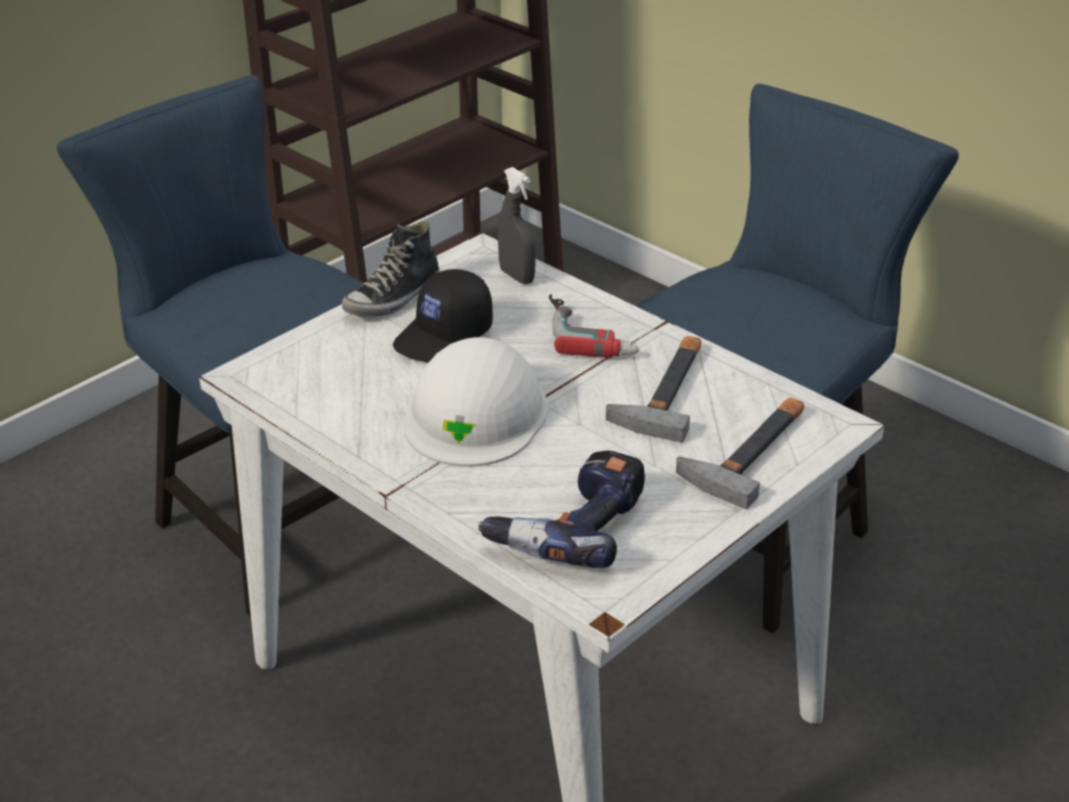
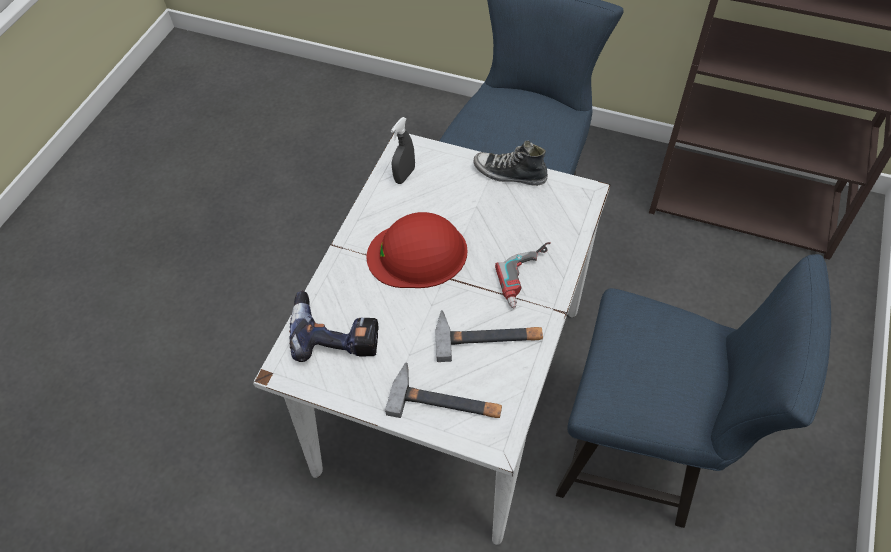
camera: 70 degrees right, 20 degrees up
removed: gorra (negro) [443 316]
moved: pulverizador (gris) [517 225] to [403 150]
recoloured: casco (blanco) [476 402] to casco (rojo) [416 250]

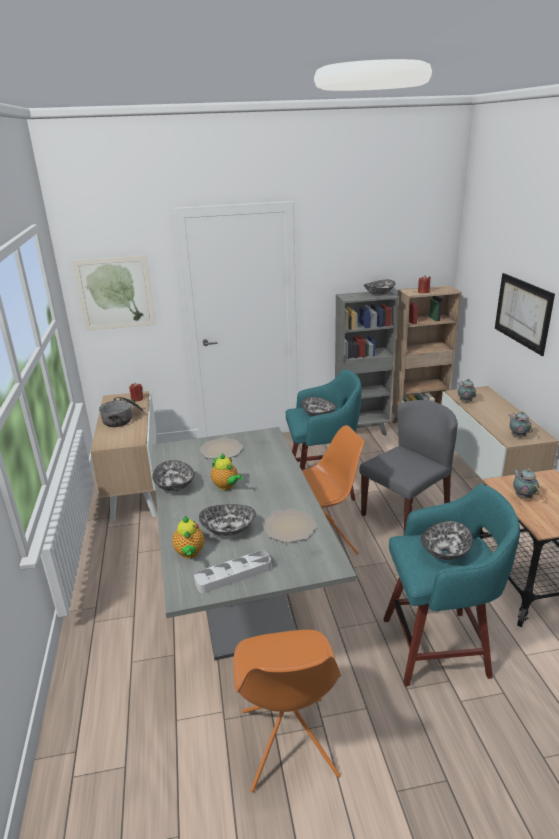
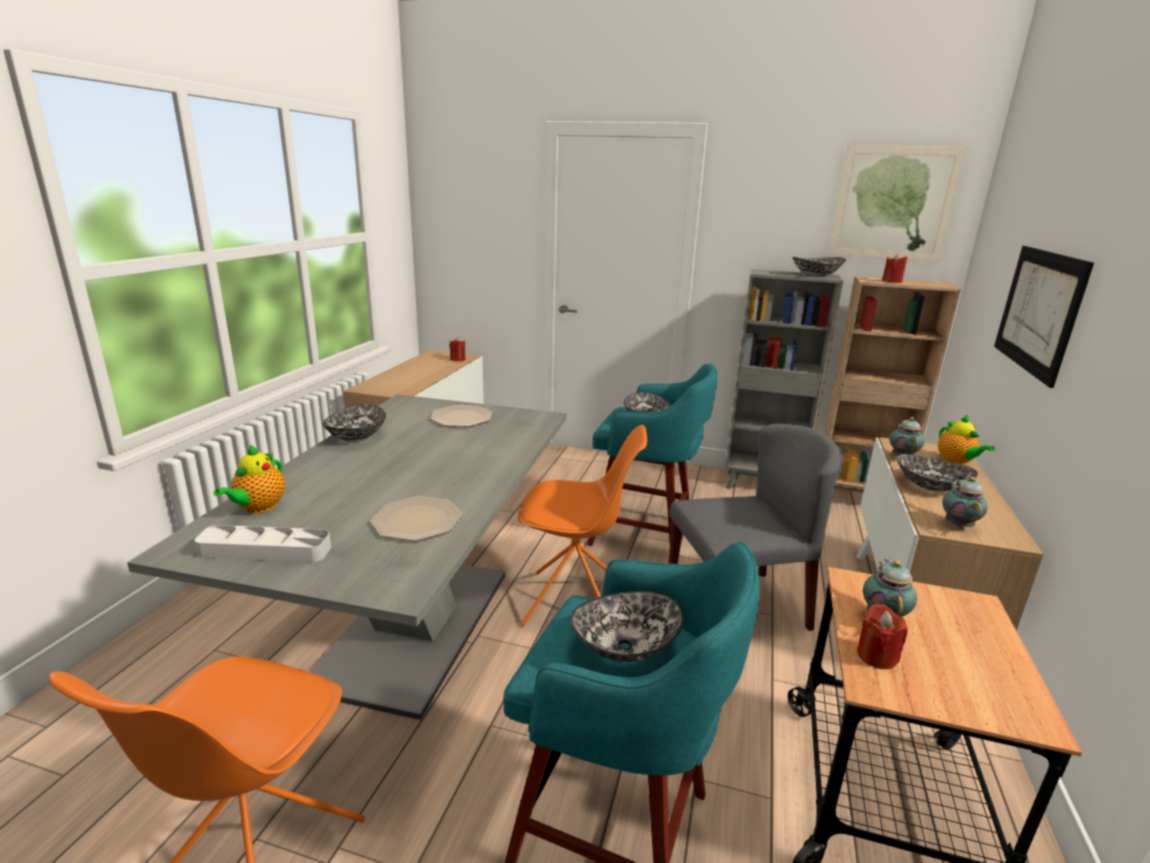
camera: 25 degrees right, 5 degrees down
removed: olla [121 412]
added: vela (rojo) [882 636]
moved: cuadro [114 293] to [897 203]; cuenco [227 520] to [937 473]; tetera [227 471] to [966 440]

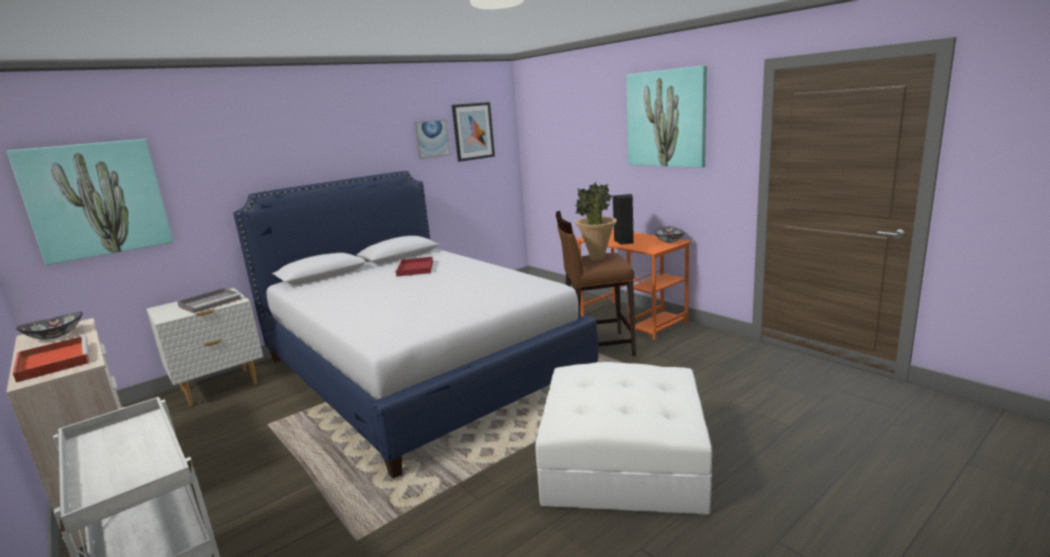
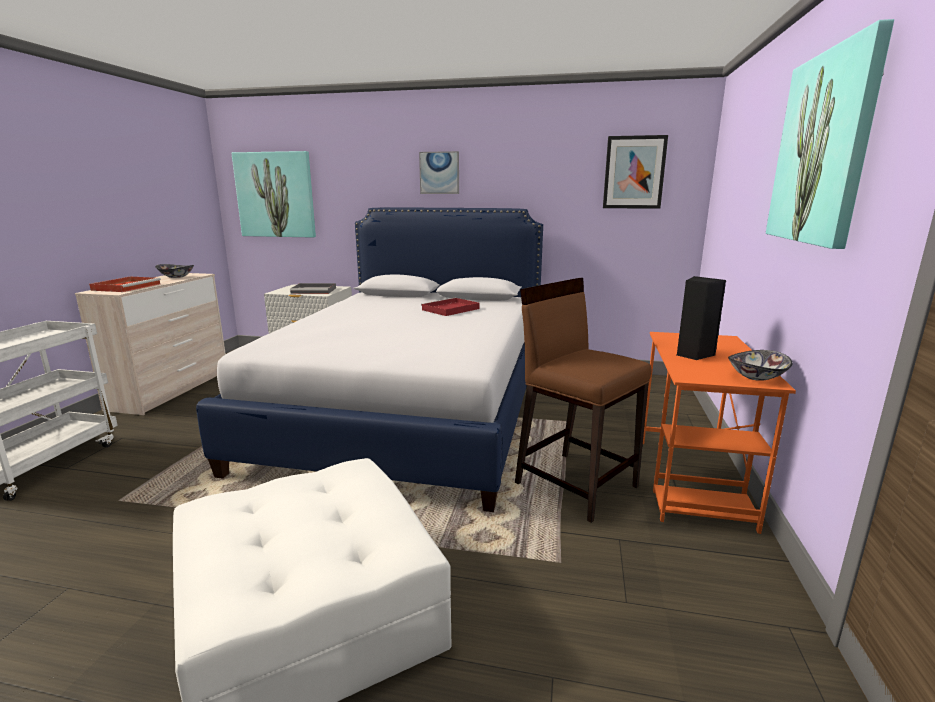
camera: 50 degrees right, 0 degrees up
removed: planta en maceta [596 221]
moved: cuadro [432 139] to [439 172]

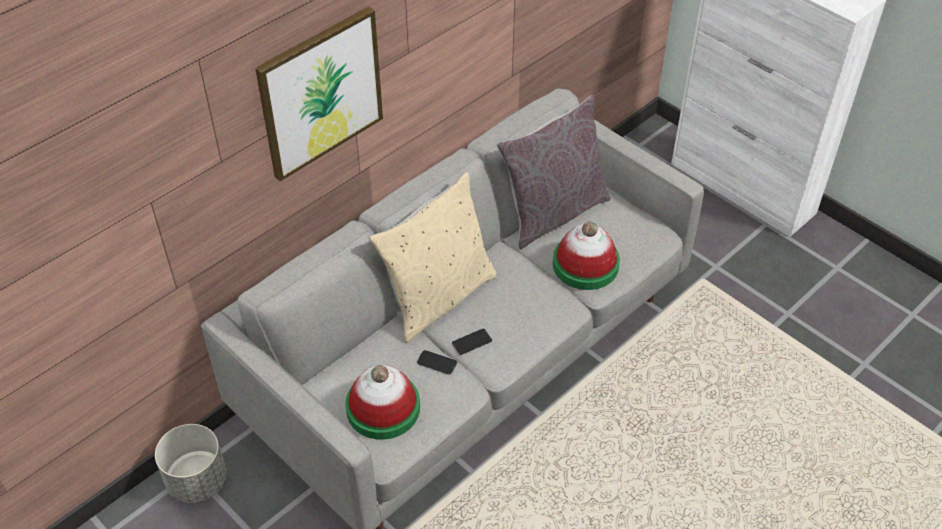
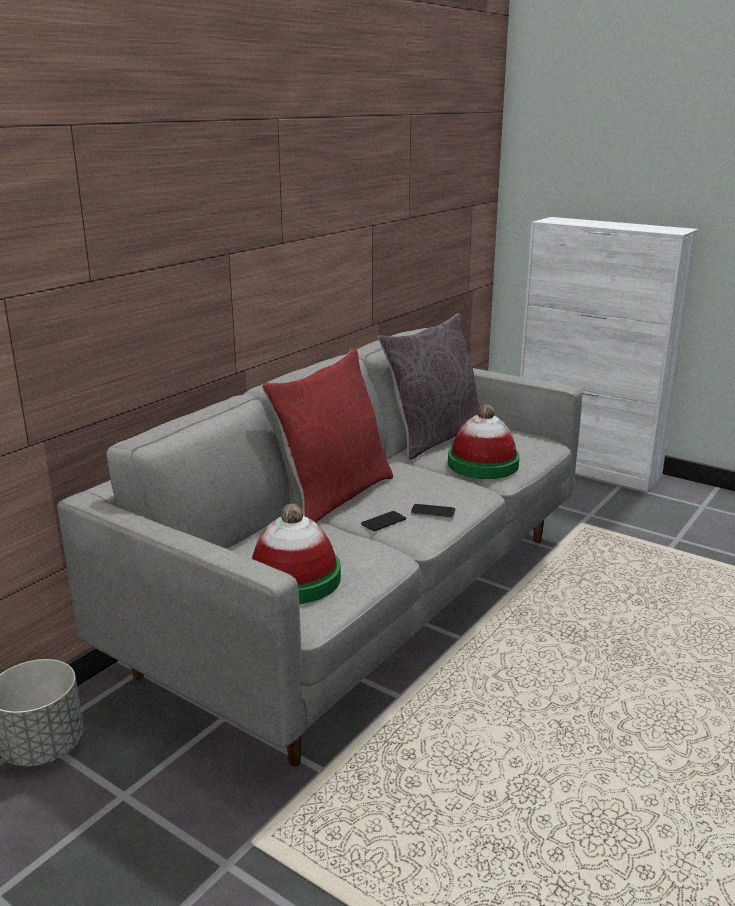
camera: 10 degrees left, 25 degrees down
removed: cuadro [319 93]
moved: móvil [437 362] to [433 511]
recoloured: cojín (beis) [433 257] to cojín (rojo) [327 435]

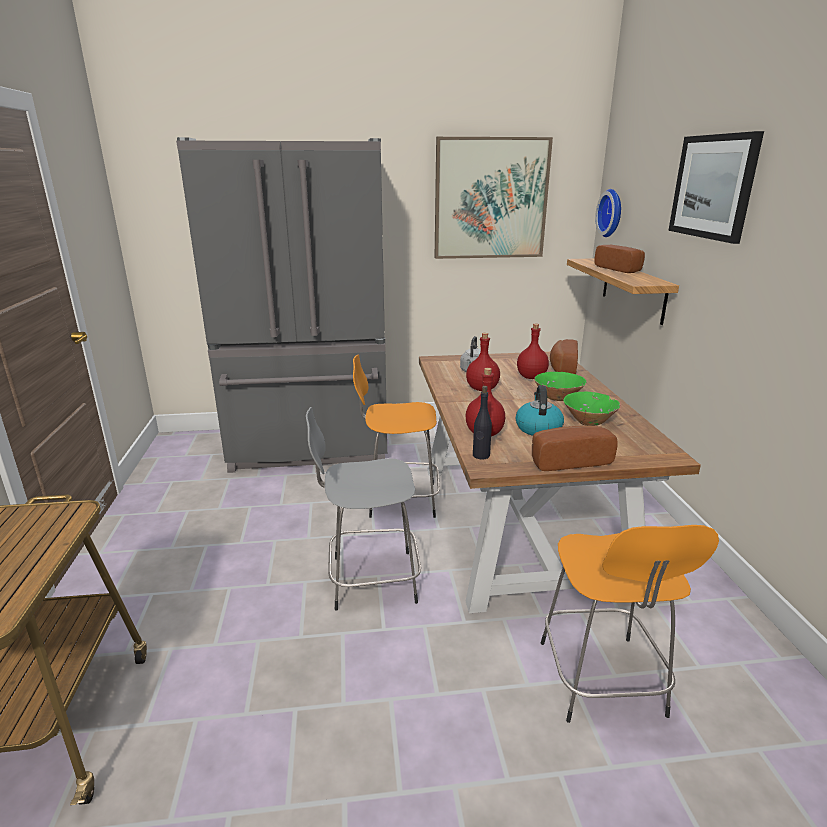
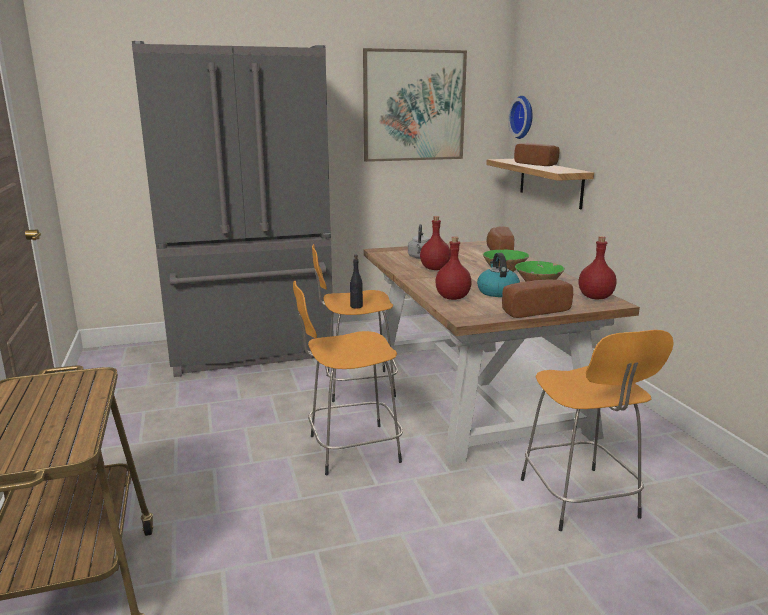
camera: 10 degrees left, 5 degrees down
removed: cuadro [716 187]
moved: botella (negro) [482 423] to [356 282]; botella (rojo) [533 351] to [597 267]
recoloured: taburete (gris) [363 509] to taburete (naranja) [348 378]

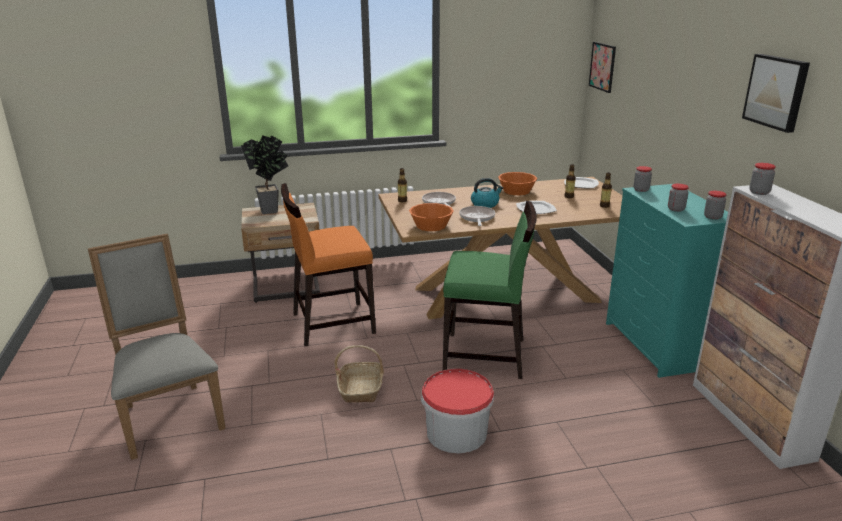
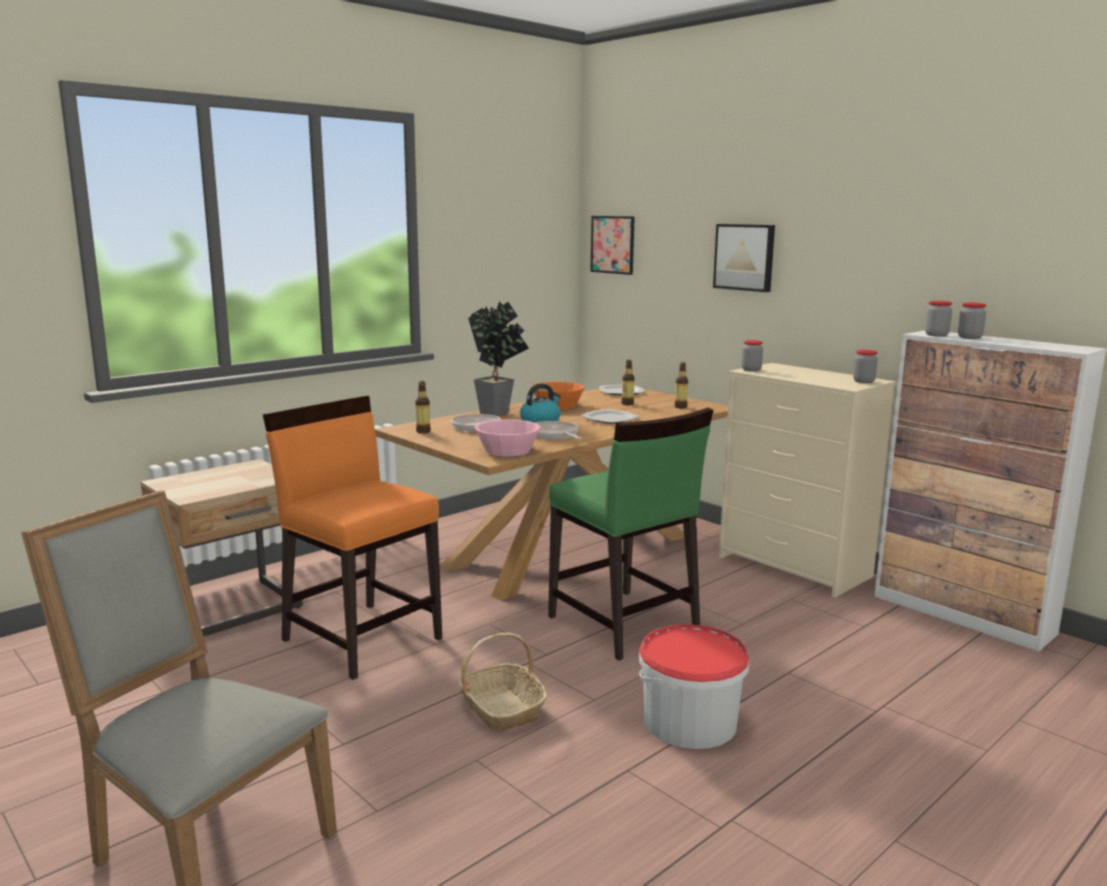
camera: 30 degrees left, 10 degrees down
moved: planta en maceta [264 174] to [498 358]; tarro [678 198] to [972 321]; cuadro [776 93] to [744 258]
recoloured: cuenco (naranja) [431 217] to cuenco (rosa) [508 438]; cómoda (turquesa) [667 281] to cómoda (beis) [807 480]
turned: silla (naranja) [328 264] = [352 538] 90 degrees clockwise; silla (verde) [490 290] = [630 534] 75 degrees clockwise

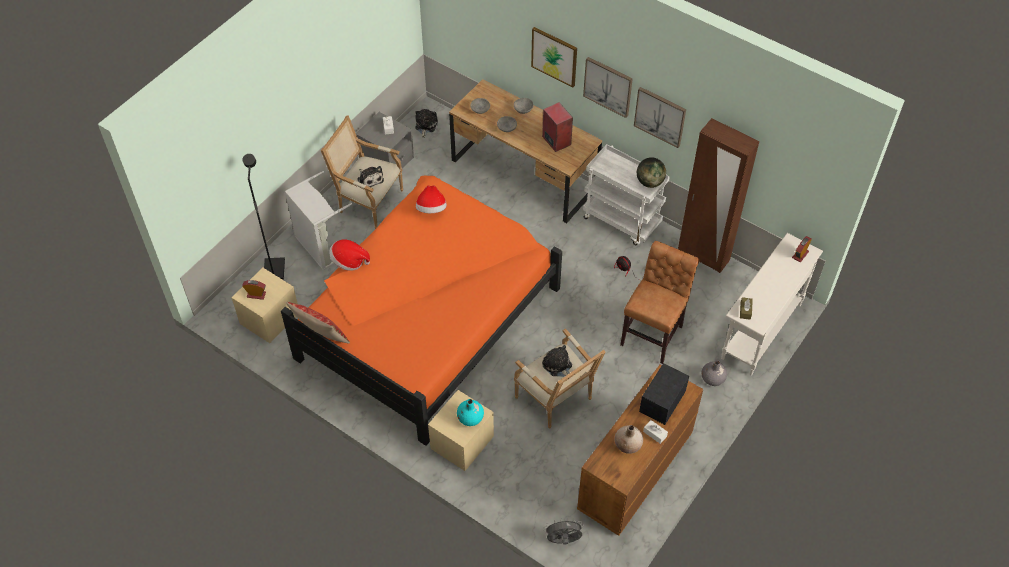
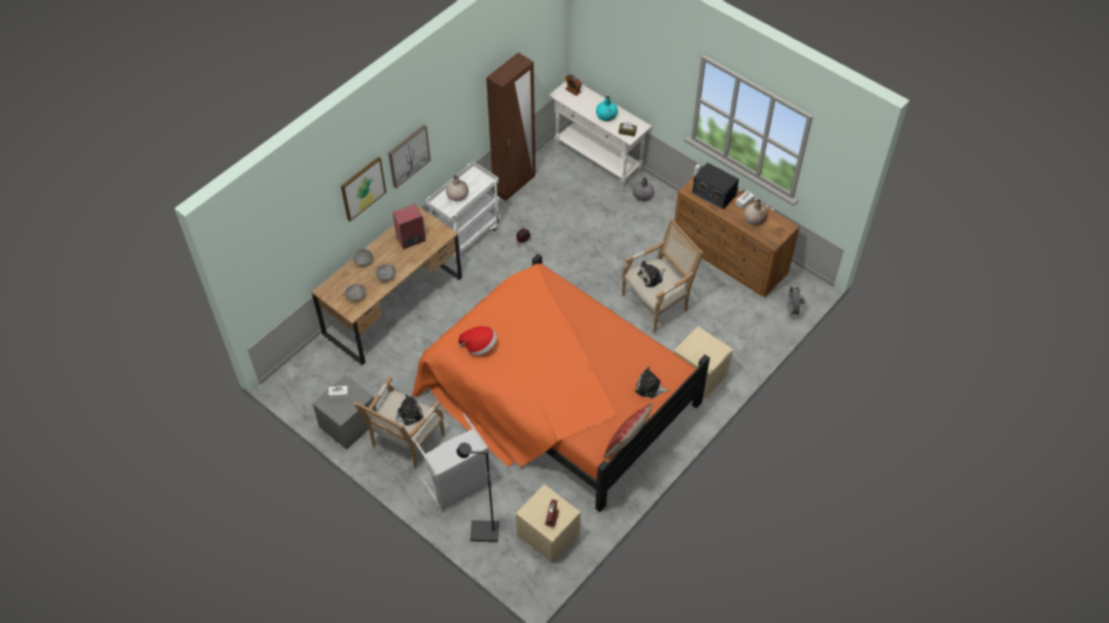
camera: 85 degrees left, 0 degrees up
removed: sombrero [349 255]; silla (marrón) [659 302]; cuadro [660 117]; globo terráqueo [651 172]
added: florero (beis) [457 188]
moved: peluche [426 123] to [652 382]; florero (turquesa) [470 412] to [607 108]

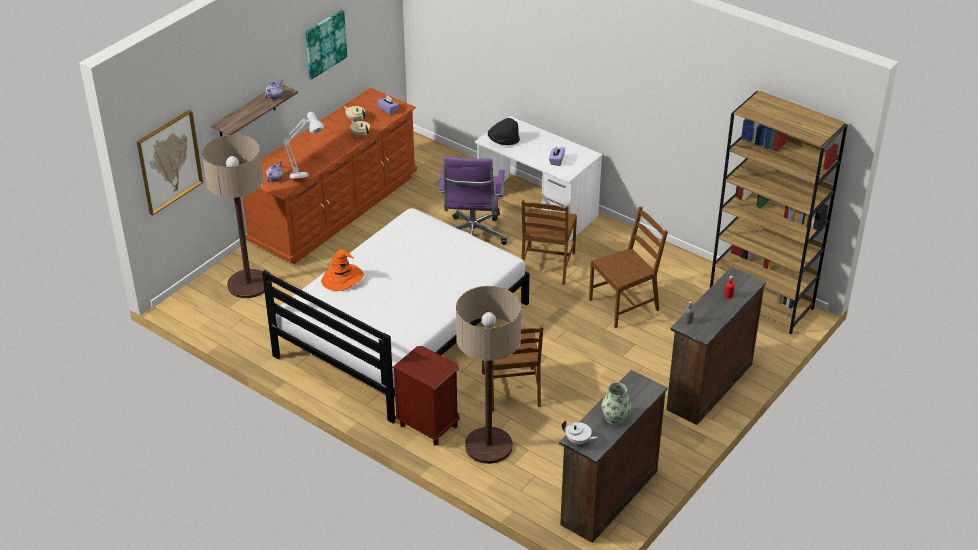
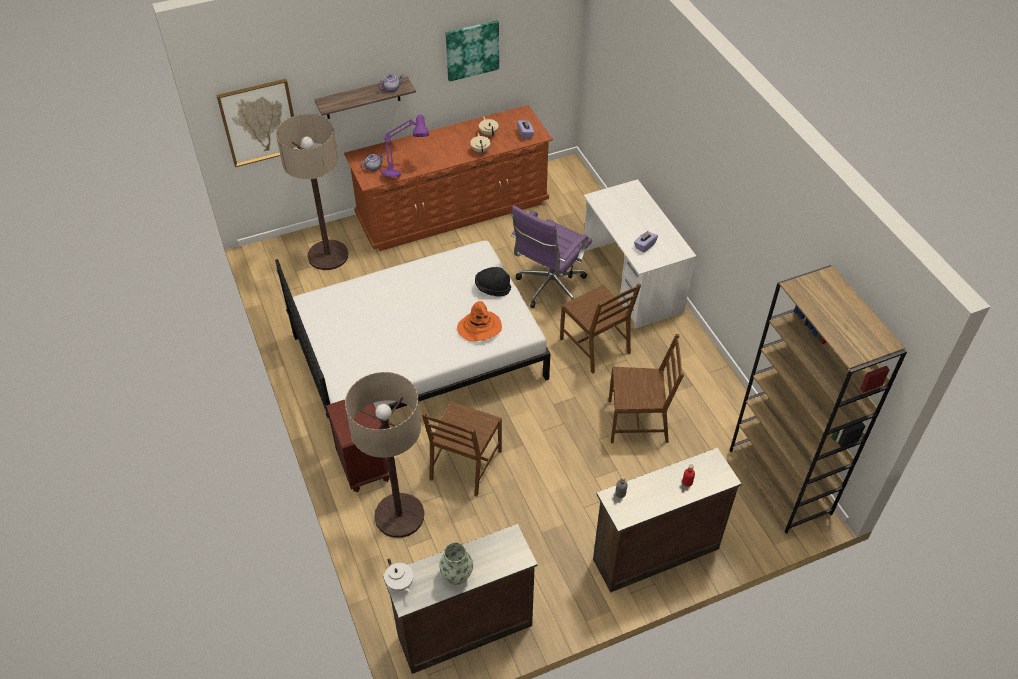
camera: 30 degrees right, 10 degrees up
moved: sombrero (naranja) [342 270] to [479 321]; sombrero (negro) [504 131] to [493 282]
recoloured: lámpara de mesa (gris) [304 145] to lámpara de mesa (morado) [405 146]
turned: silla (marrón) [549 242] = [600 328] 75 degrees counterclockwise

